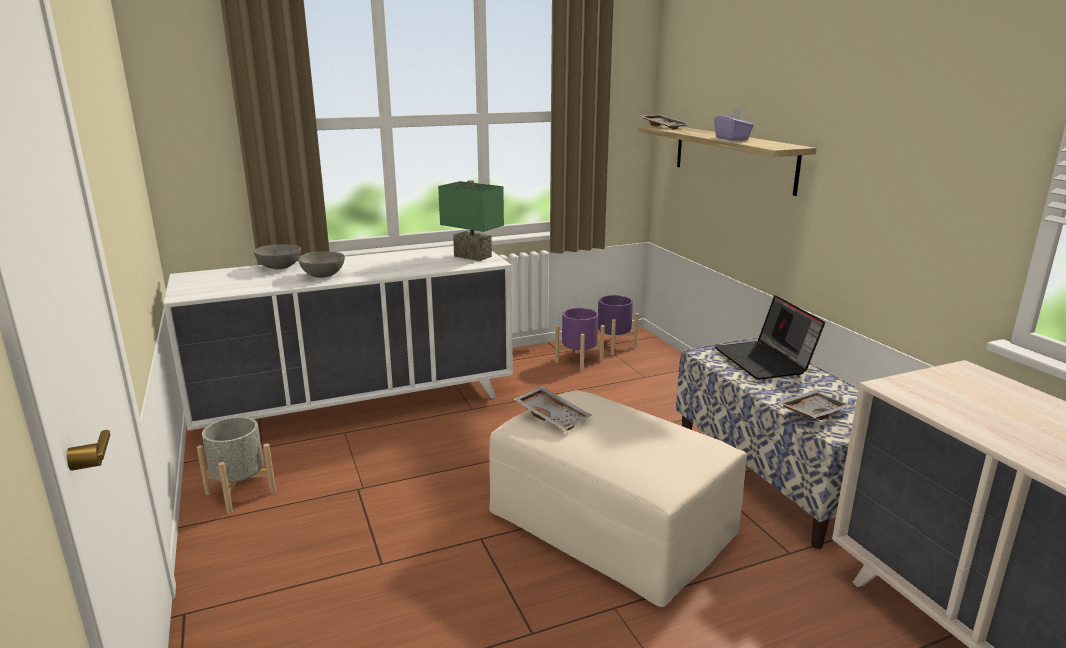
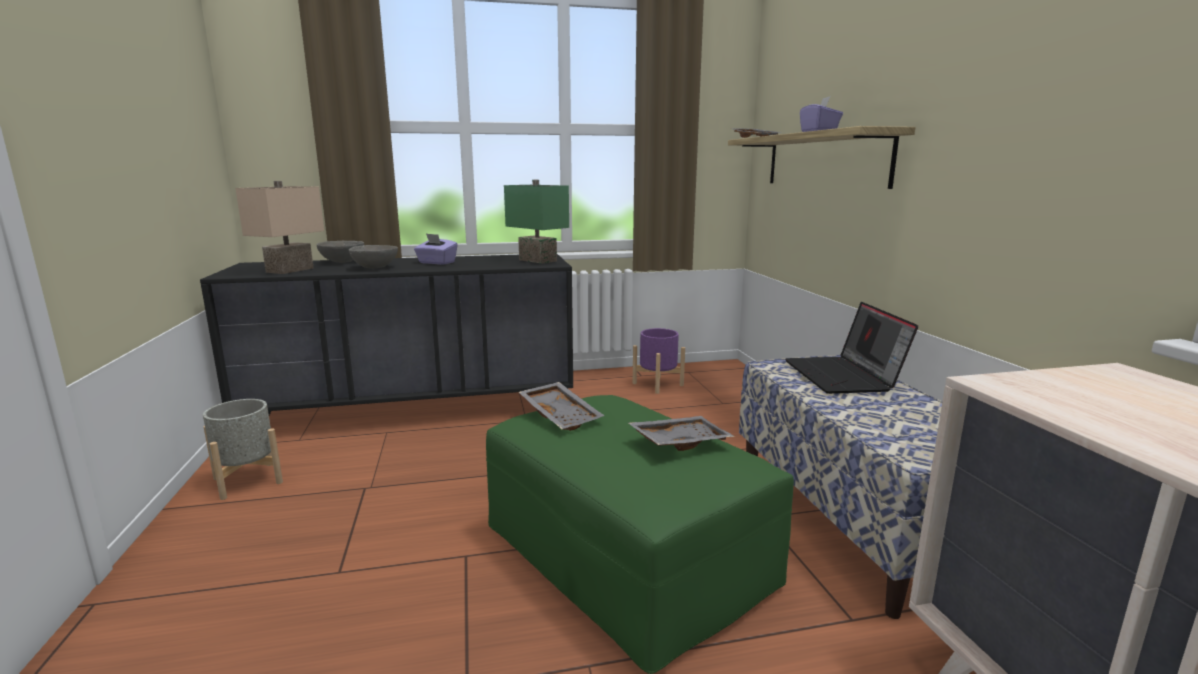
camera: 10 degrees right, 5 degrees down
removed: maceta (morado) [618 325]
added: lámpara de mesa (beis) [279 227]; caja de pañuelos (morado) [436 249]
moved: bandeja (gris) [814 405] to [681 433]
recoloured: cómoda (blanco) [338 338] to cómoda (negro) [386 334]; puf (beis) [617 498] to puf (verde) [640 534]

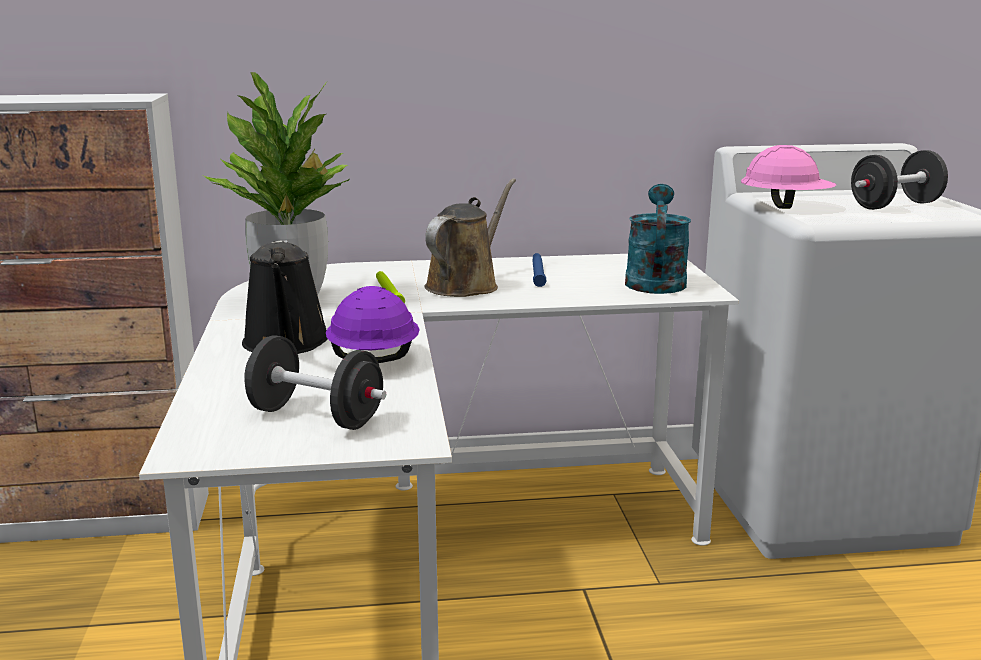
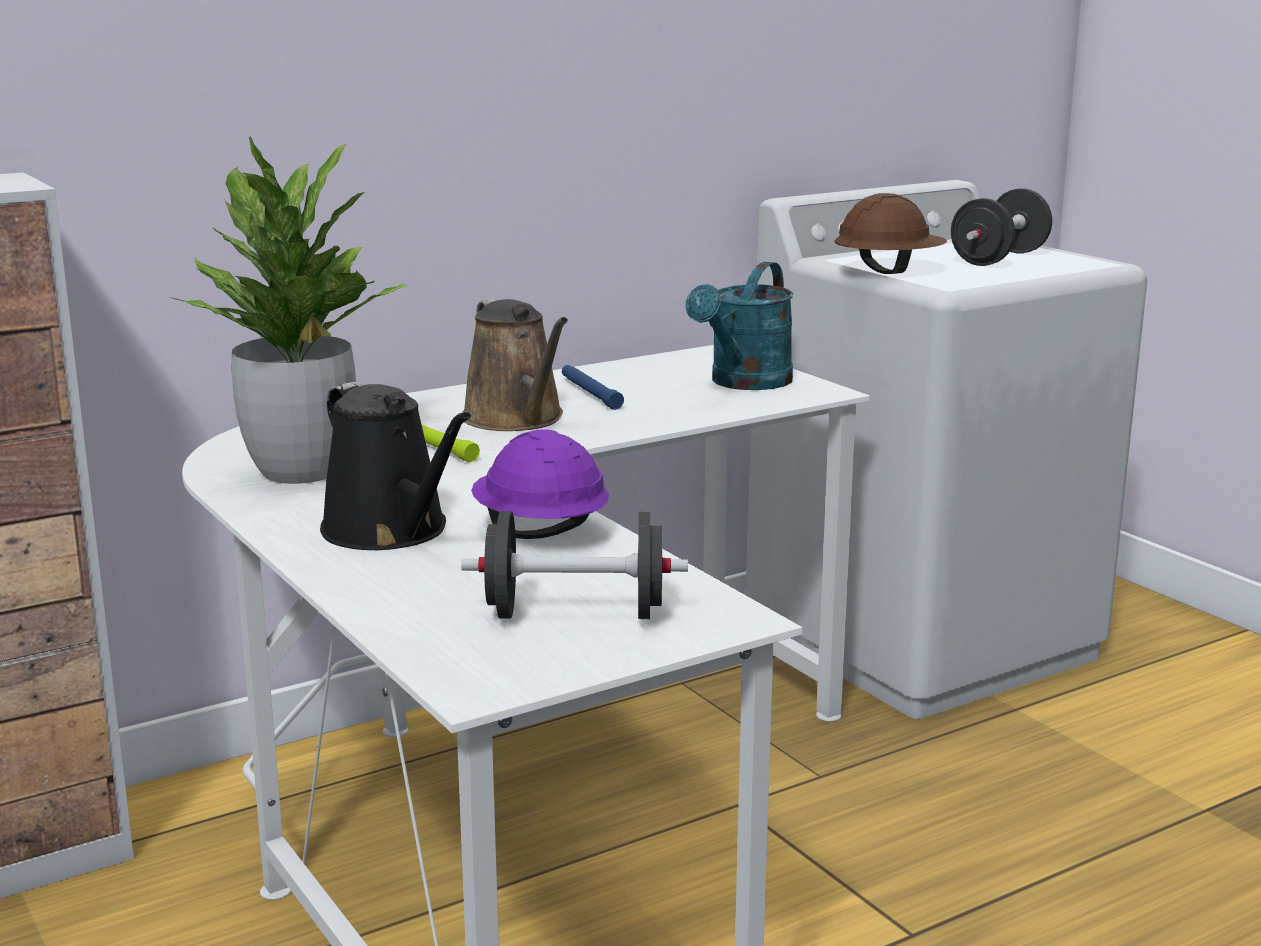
camera: 25 degrees left, 0 degrees up
recoloured: casco (rosa) [788 177] to casco (marrón) [890 233]
turned: regadera (marrón) [470 237] = [515 365] 150 degrees clockwise; regadera (turquesa) [658 239] = [739 326] 135 degrees counterclockwise

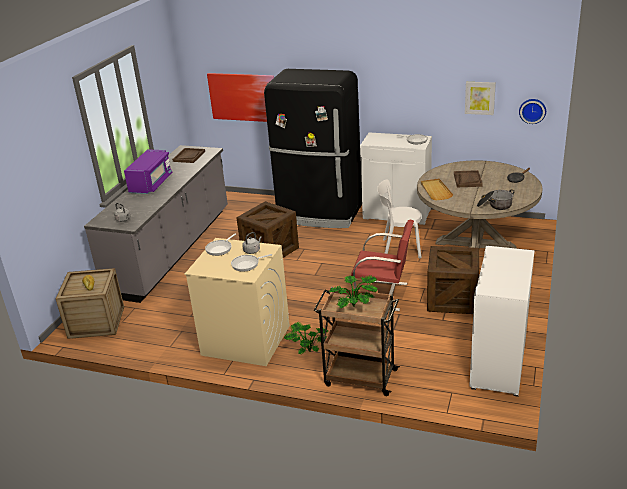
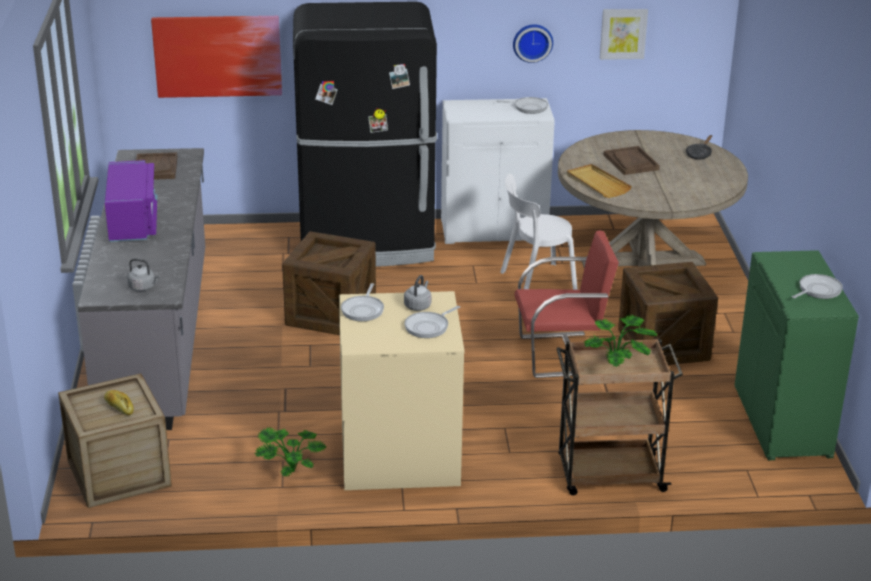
camera: 25 degrees left, 0 degrees up
removed: olla [495 199]
added: sartén [817 286]
moved: planta en maceta [305 338] to [291 451]; reloj de pared [532 111] to [533 43]
recoloured: armario (blanco) [502 321] to armario (verde) [796 355]

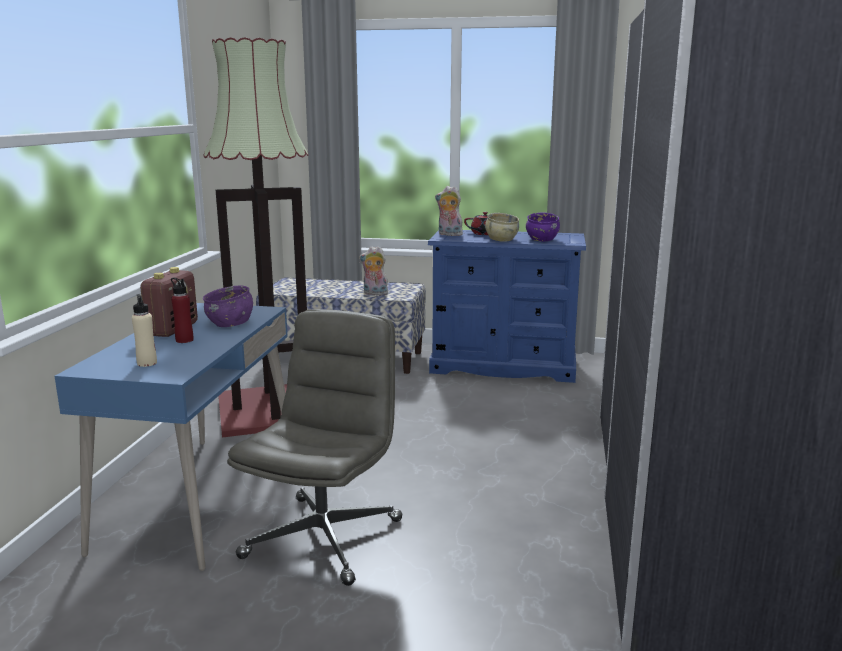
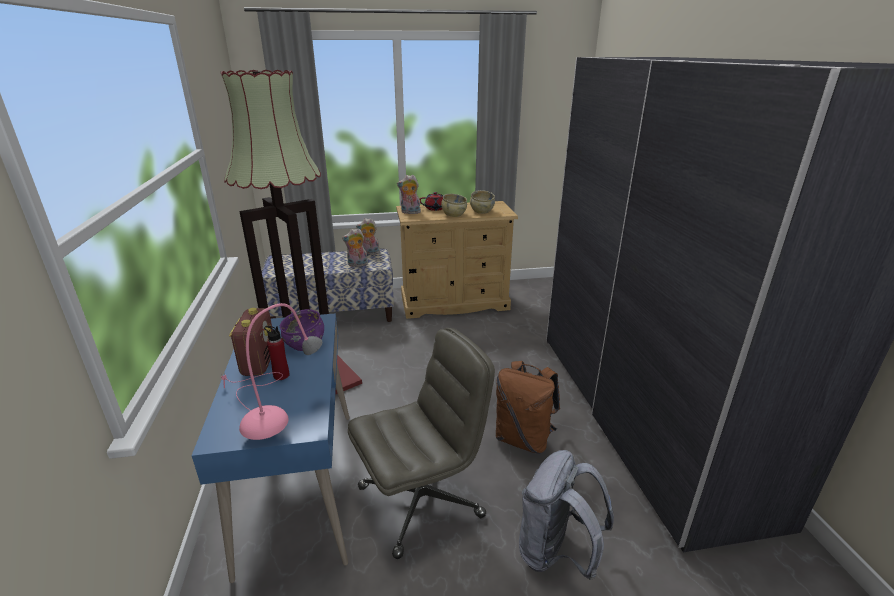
camera: 20 degrees left, 10 degrees up
added: peluche [368 236]; mochila (marrón) [528 407]; mochila (gris) [566 515]
replaced: botella (beis) [144 330] to lámpara de mesa (rosa) [271 371]
recoloured: cómoda (azul) [507 306] to cómoda (beis) [457 260]; cuenco (morado) [543 227] to cuenco (beis) [482 202]
turned: silla de oficina (gris) [315 447] = [421 443] 60 degrees clockwise

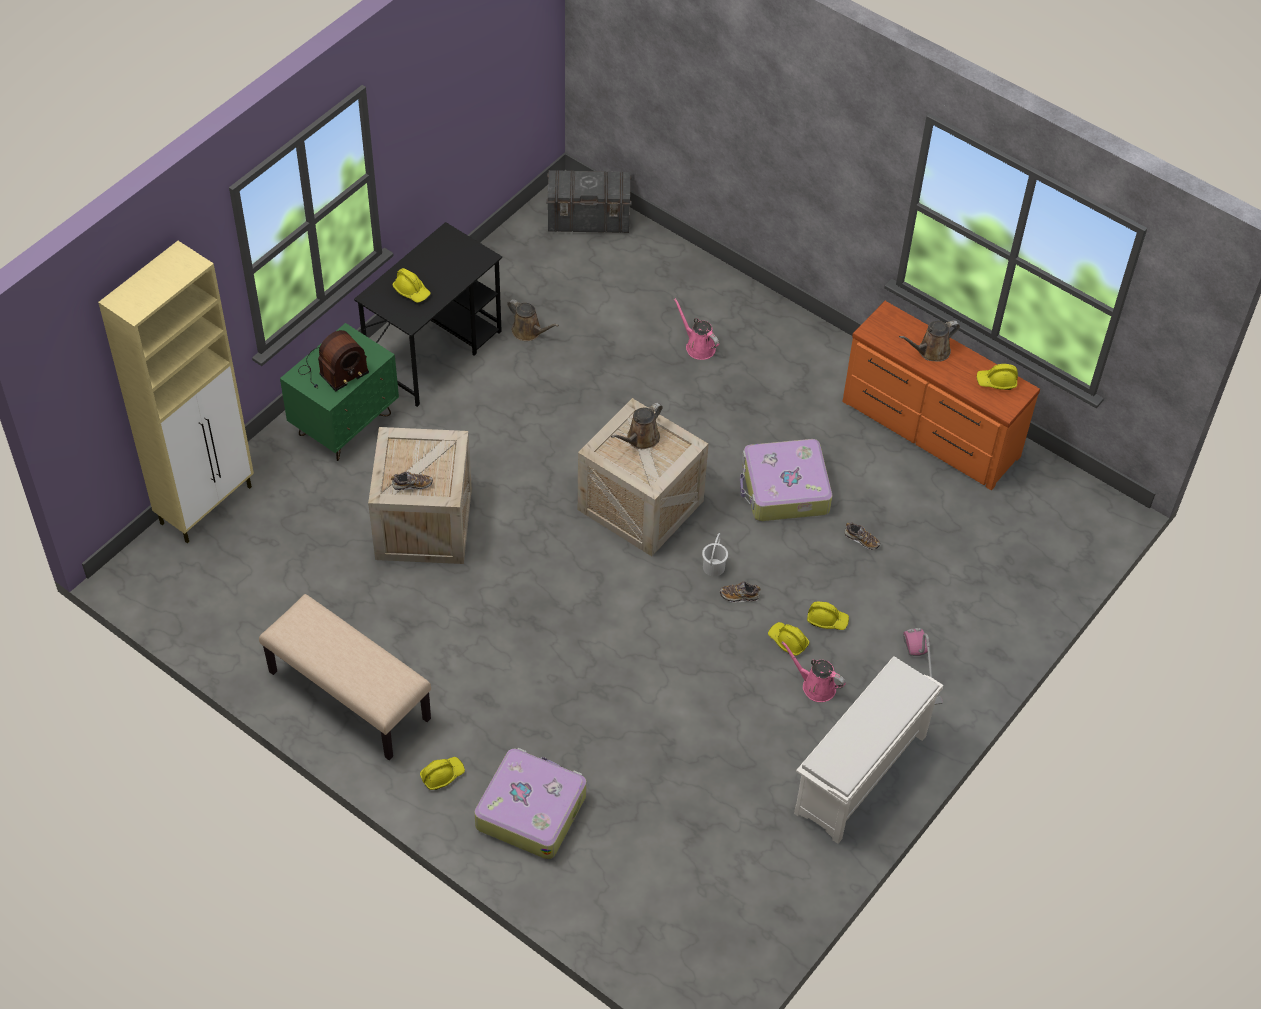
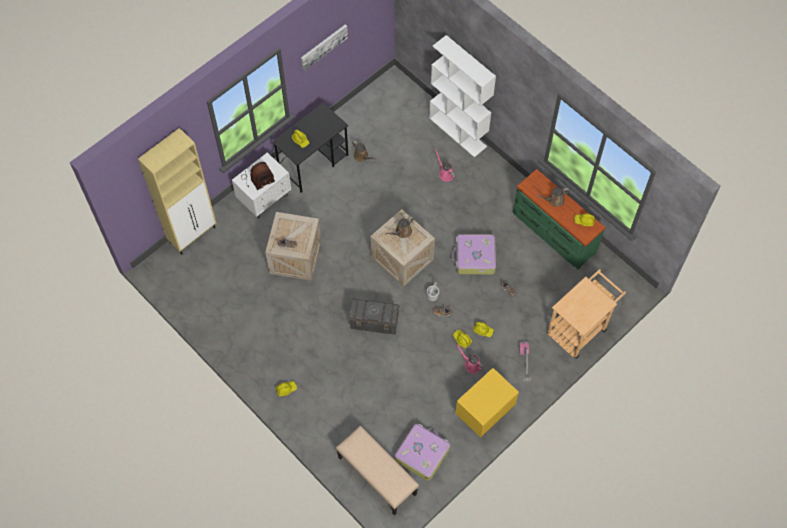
camera: 10 degrees right, 10 degrees up
added: cuadro [324 47]; estantería (blanco) [462 96]; carrito (beis) [586 314]
moved: banco (beis) [345 677] to [377 471]; maleta [530 803] to [422 452]; caja de almacenaje (gris) [589 201] to [374 316]
replaced: zapatero (blanco) [868 750] to mesita de noche (amarillo) [487 403]
recoloured: mesita de noche (verde) [339 392] to mesita de noche (blanco) [261 186]; cómoda (naranja) [941 395] to cómoda (verde) [559 219]

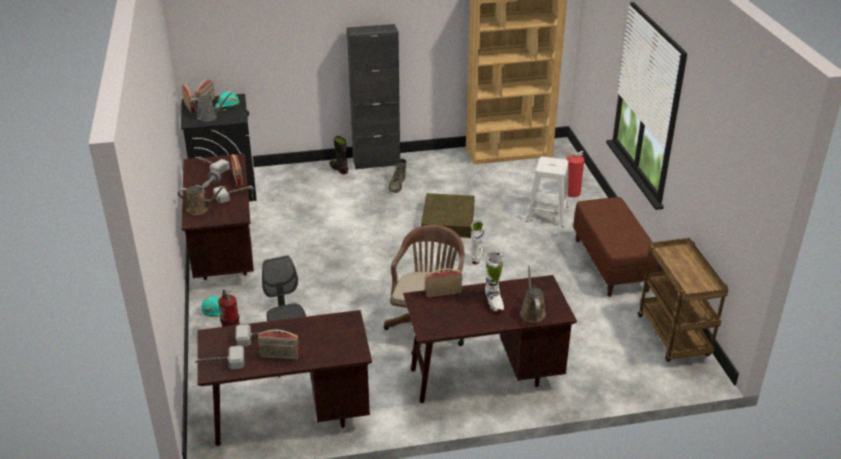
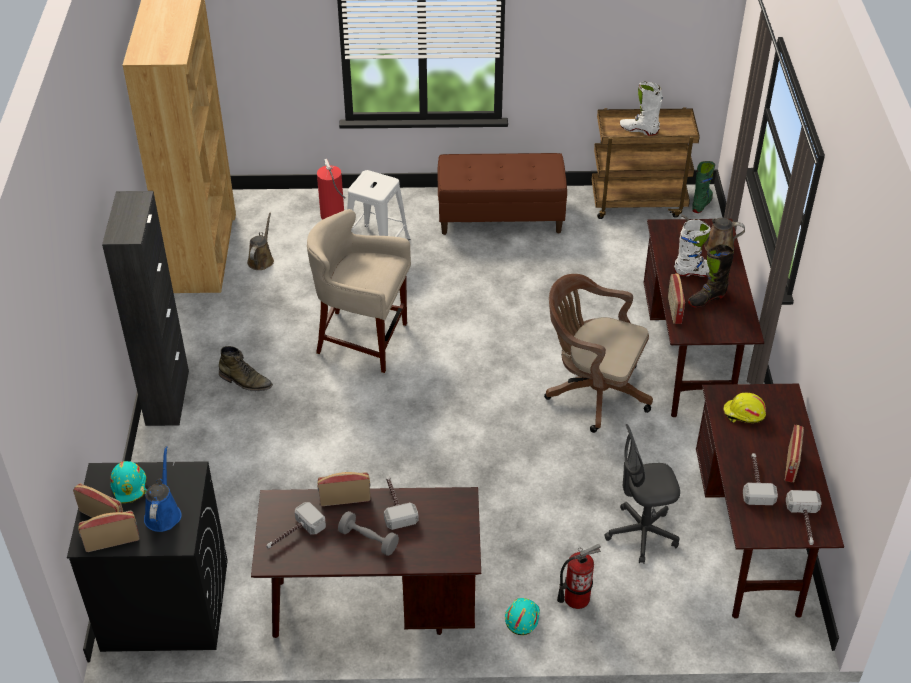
camera: 80 degrees left, 10 degrees up
added: bota (verde) [703 187]; casco (amarillo) [744 408]
moved: regadera (marrón) [201 200] to [260 241]; bota (negro) [339 155] to [711 276]; bota (blanco) [477 242] to [641 108]
replaced: caja de almacenaje (marrón) [448 215] to taburete (beis) [359 291]
recoloured: regadera (gris) [211 106] to regadera (azul) [163 489]

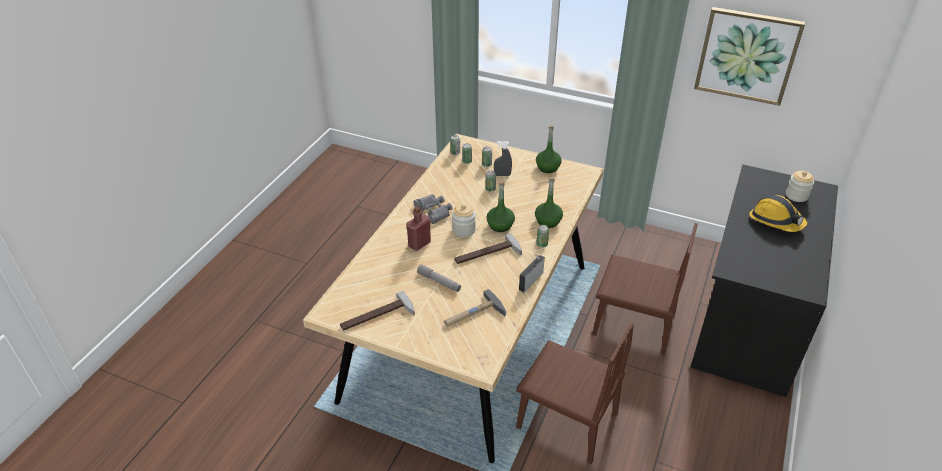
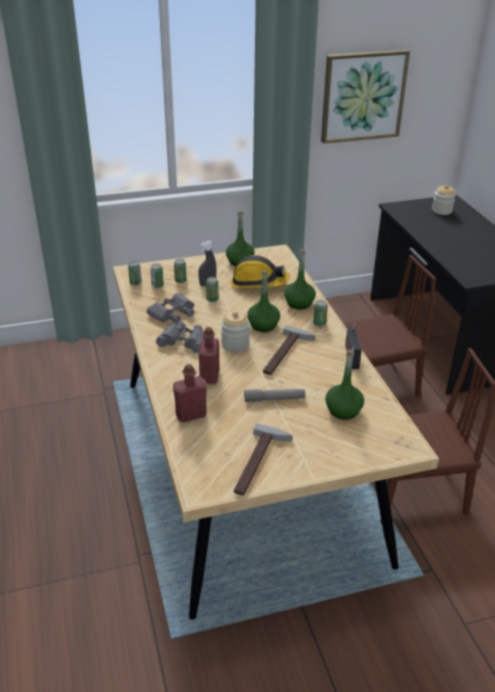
camera: 40 degrees left, 5 degrees down
added: prismáticos (gris) [170 308]; botella (rojo) [190 393]
moved: casco [778 213] to [260 271]
replaced: martillo [475 307] to botella (verde) [344 385]

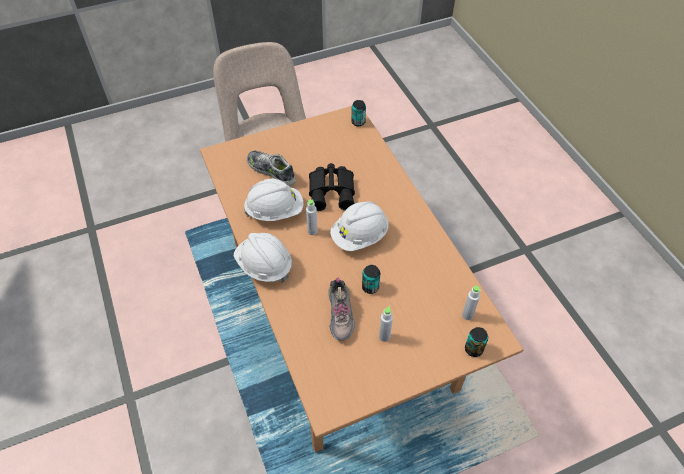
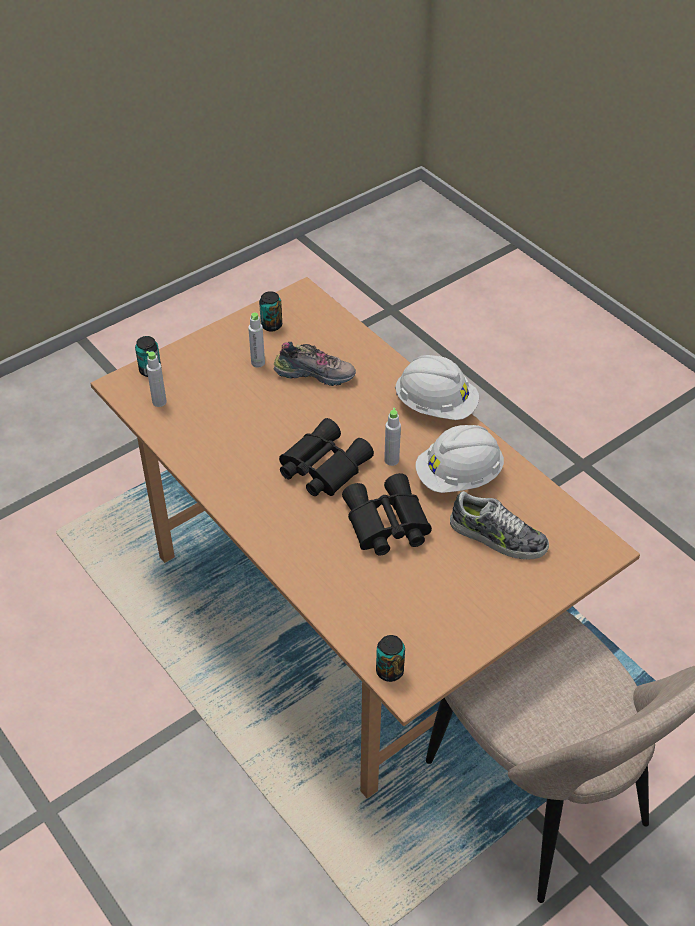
camera: 165 degrees right, 5 degrees down
moved: lata [371 279] to [270 311]
replaced: casco (blanco) [359 226] to prismáticos (negro) [326 457]
turned: zapato [341 309] = [314 364] 120 degrees clockwise

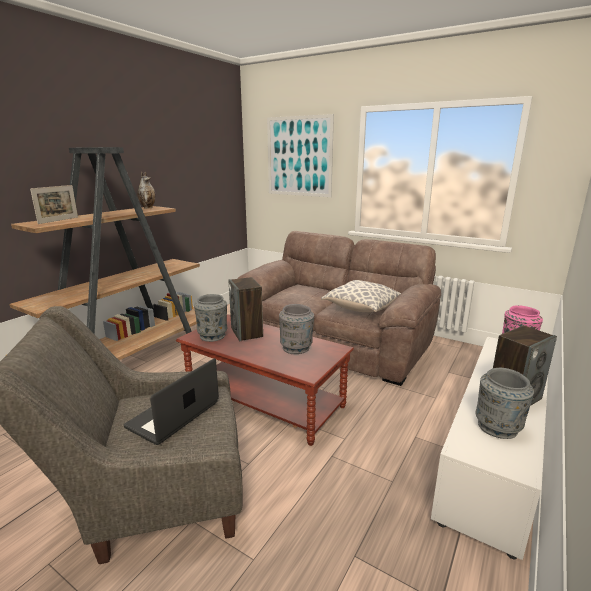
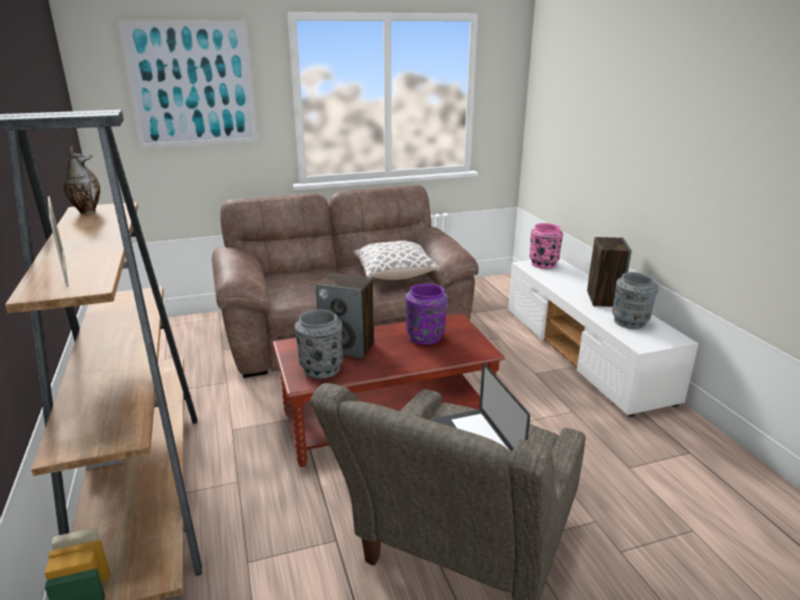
camera: 50 degrees left, 5 degrees up
recoloured: florero (gris) [296 329] to florero (morado) [426 314]

